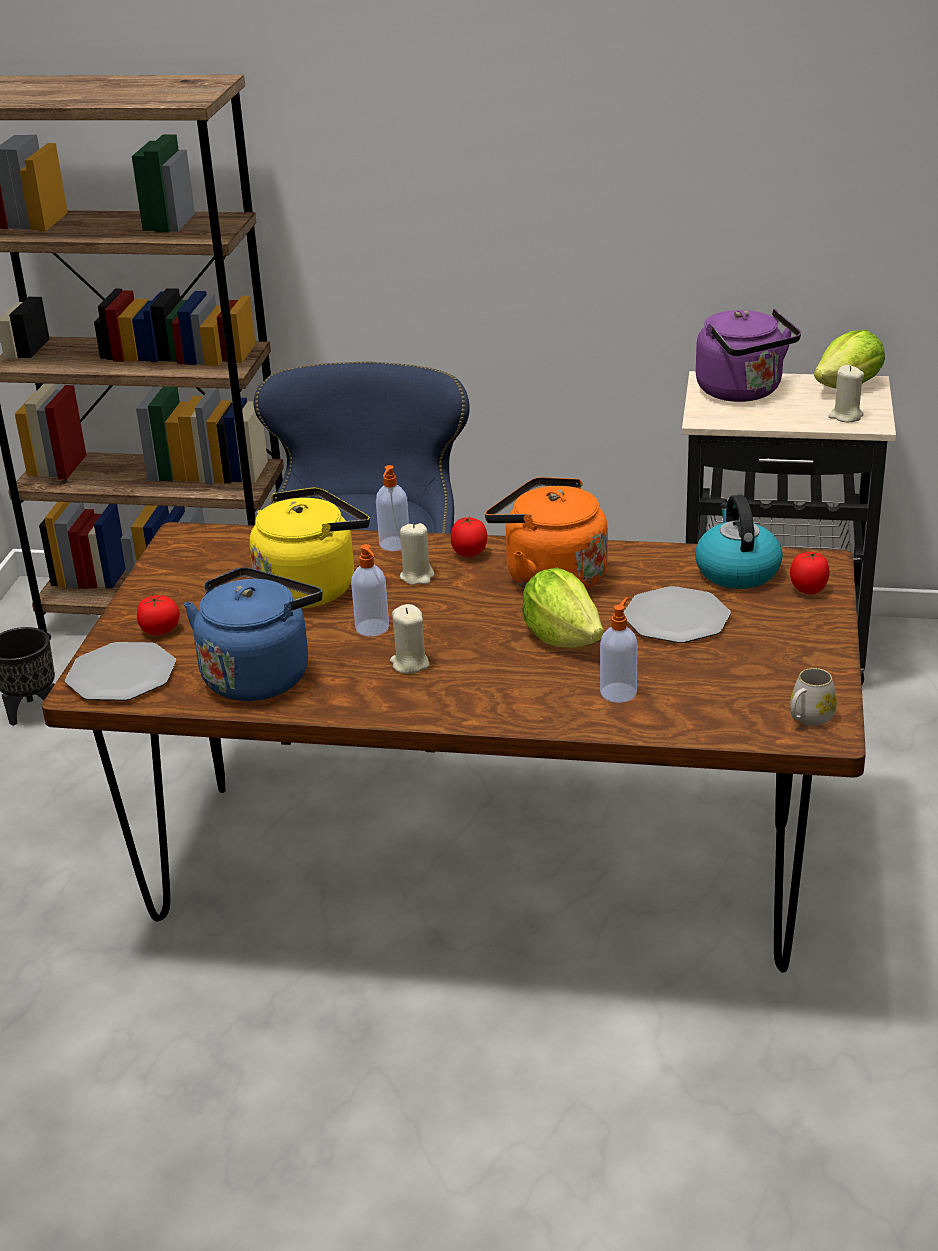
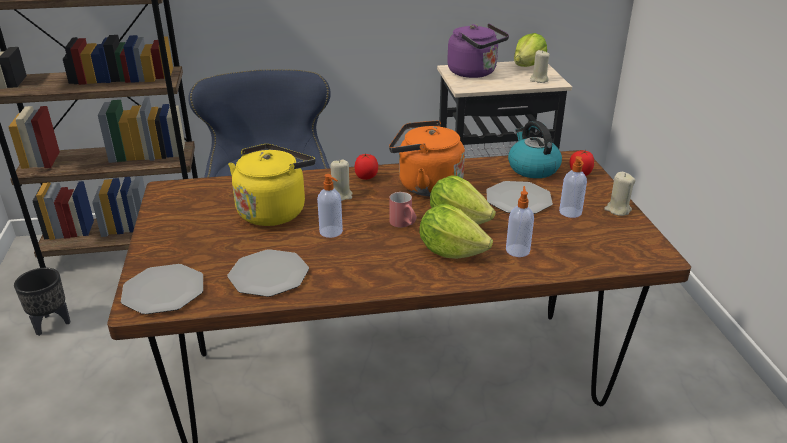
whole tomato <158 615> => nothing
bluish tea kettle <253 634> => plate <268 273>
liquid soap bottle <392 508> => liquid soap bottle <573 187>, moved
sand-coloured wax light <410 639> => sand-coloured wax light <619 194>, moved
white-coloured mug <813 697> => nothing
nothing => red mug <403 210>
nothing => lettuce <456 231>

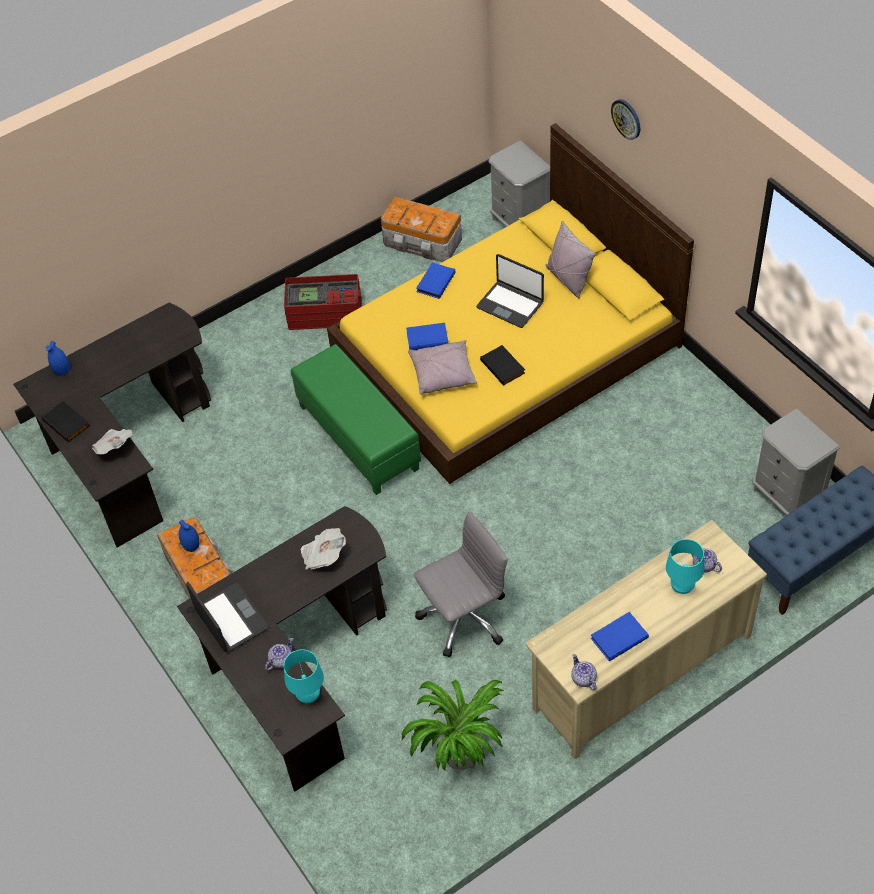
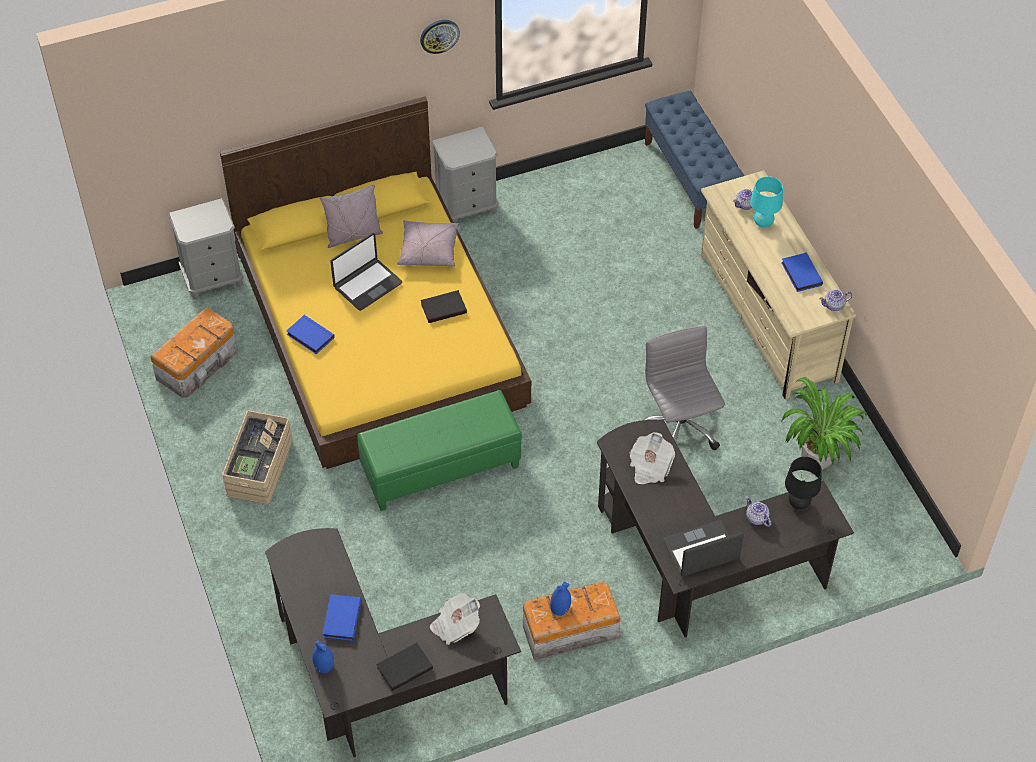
red storage bin <323 302> => sand-coloured storage bin <257 458>
turquoise lamp for a table <304 676> => black-coloured lamp for a table <803 483>
bluish book <427 336> => bluish book <341 617>, moved
purple pillow <442 367> => purple pillow <428 243>, moved
clock on the wall <625 119> => clock on the wall <440 37>, moved
grey night table <796 462> => grey night table <465 175>, moved

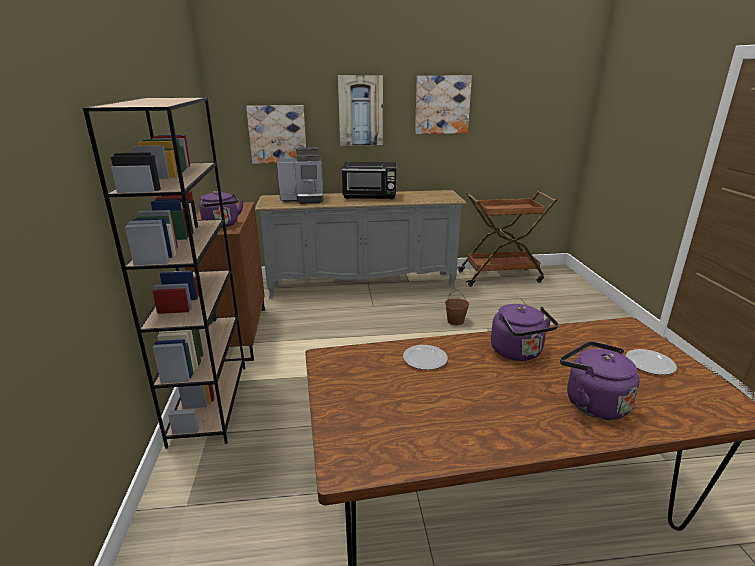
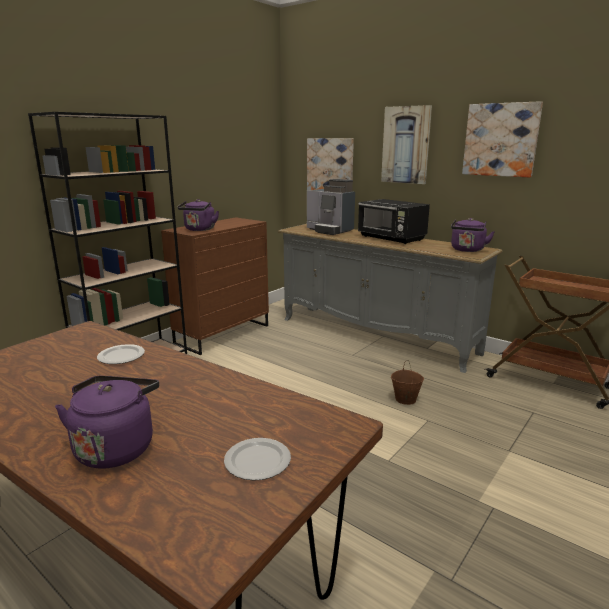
purple tea kettle <525 332> => purple tea kettle <472 235>, moved

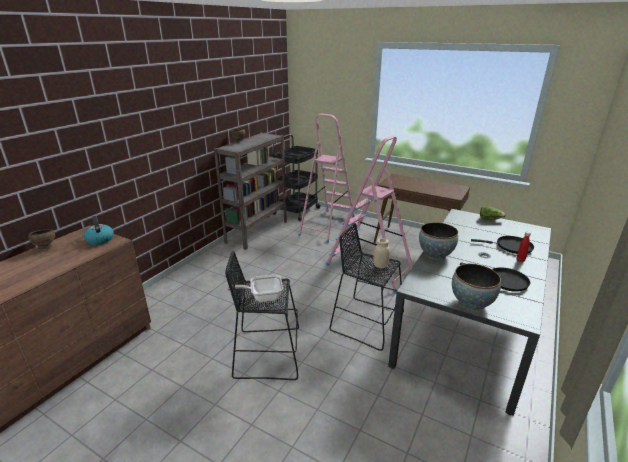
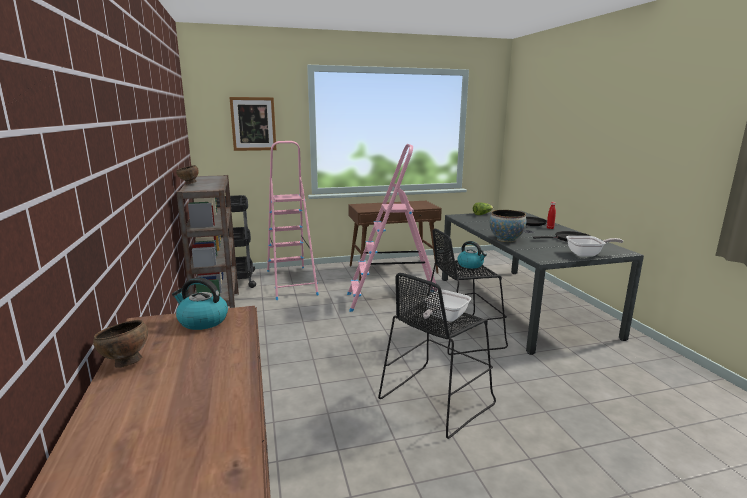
sand-coloured preserve jar <381 253> => tea kettle <472 255>
deep dish <476 287> => pan <594 246>
nothing => wall art <252 124>

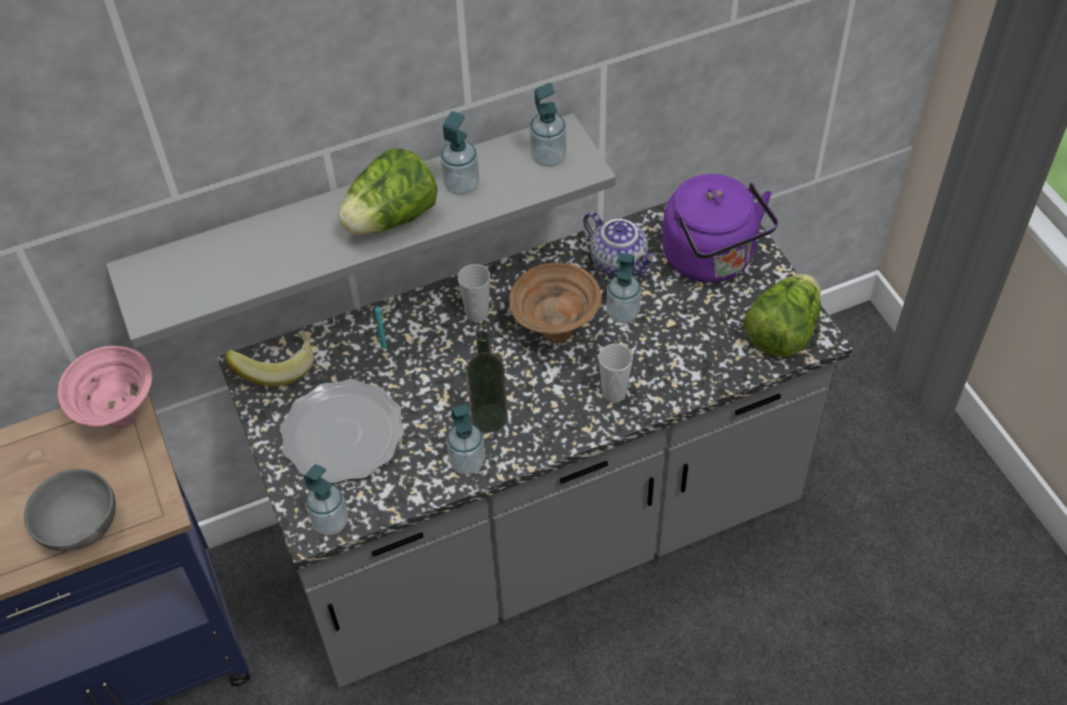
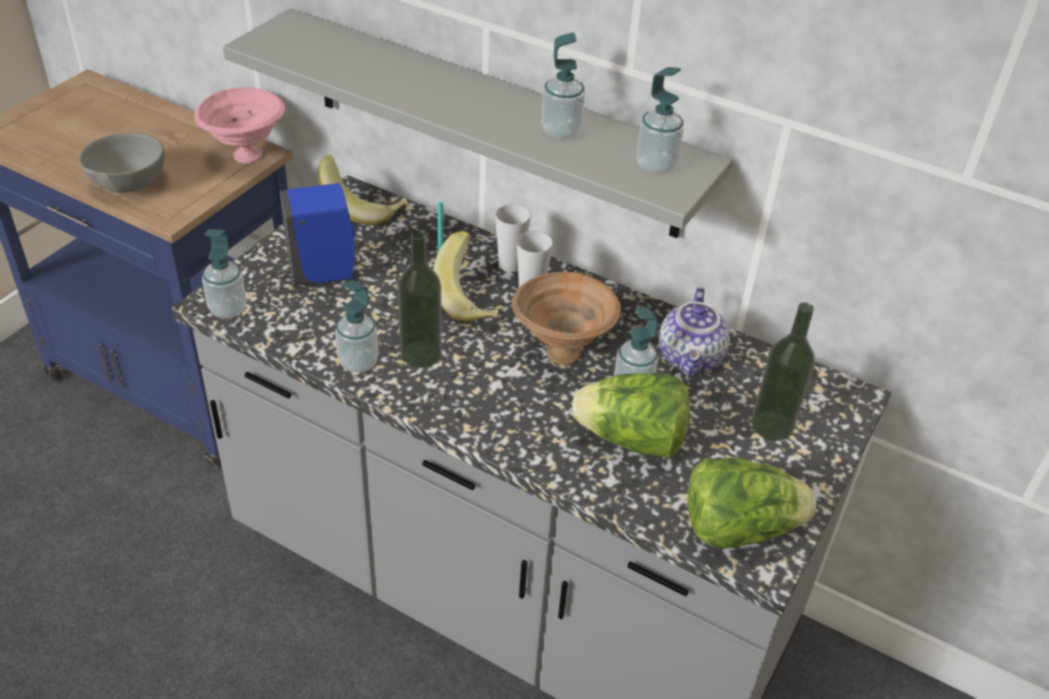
plate <342 431> => bluish liquid soap bottle <318 234>
lettuce <388 191> => lettuce <631 415>, moved
small cup <616 373> => small cup <513 238>, moved
purple tea kettle <720 228> => drink bottle <783 371>
nothing => banana fruit <465 276>

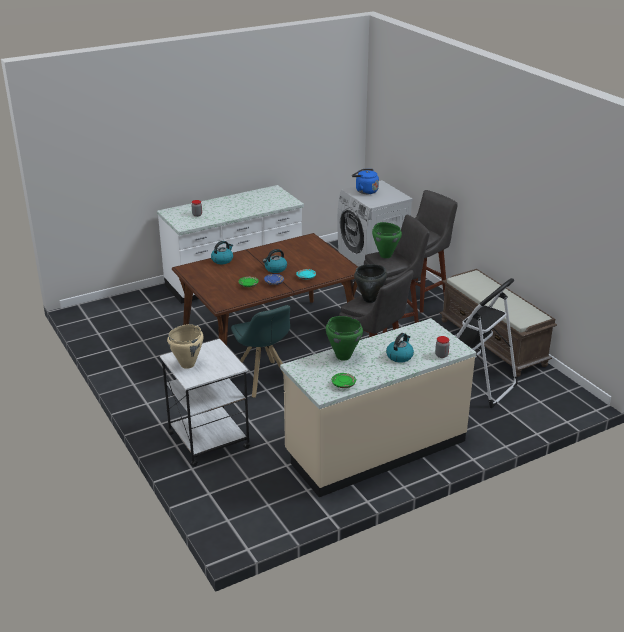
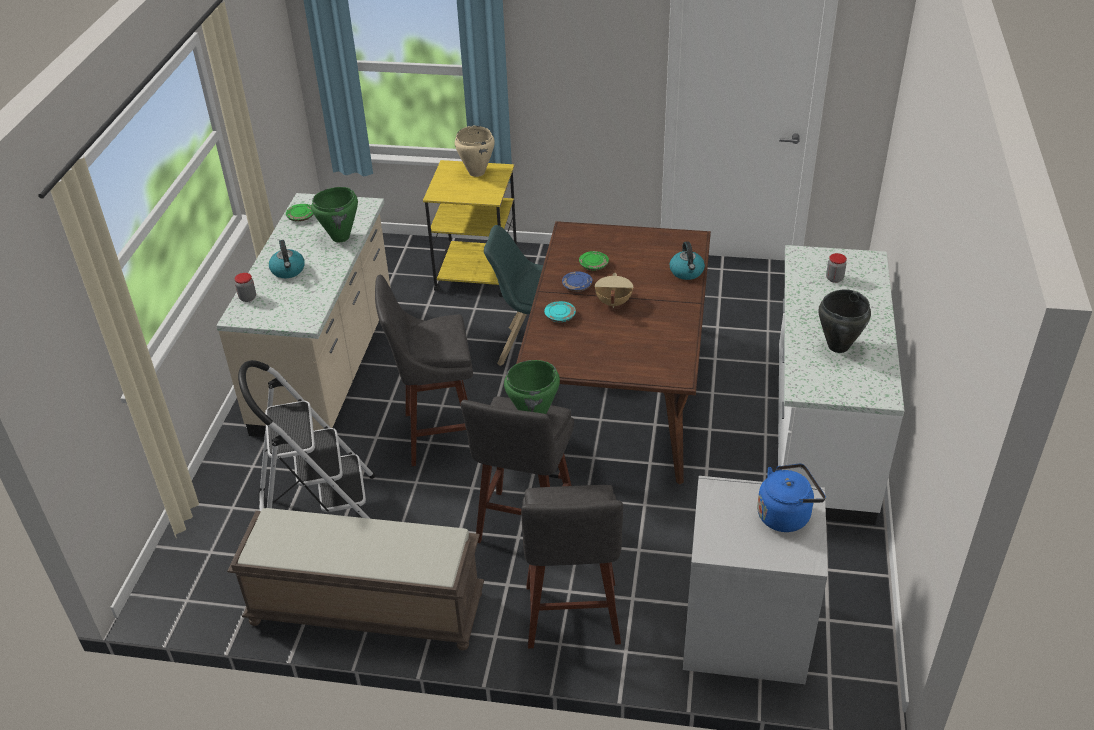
white-coloured cart <205 402> => yellowish cart <470 228>
tea kettle <275 261> => sand-coloured cooking pot <614 290>
black-coloured cooking pot <370 283> => black-coloured cooking pot <844 321>, moved

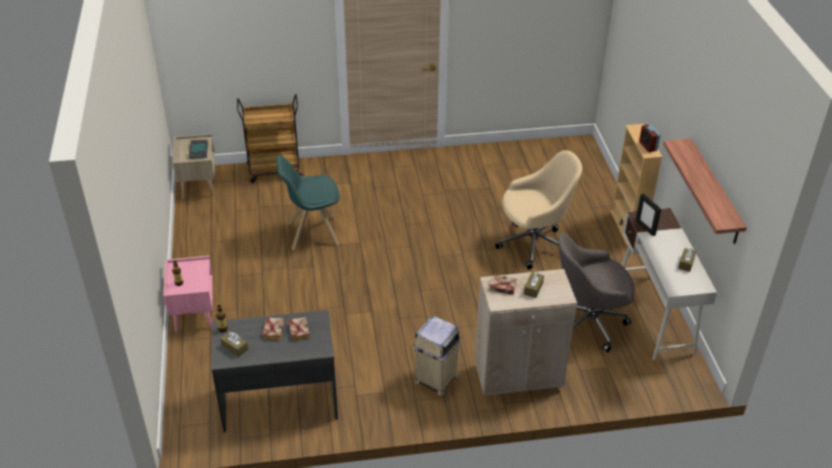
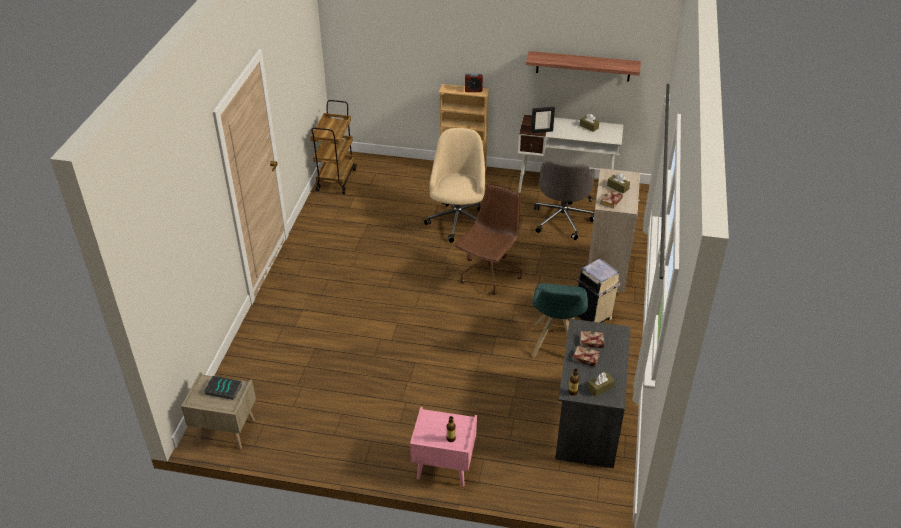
brown cart <270 138> => brown cart <333 147>, moved
turquoise chair <308 202> => turquoise chair <559 320>, moved
nothing => brown desk chair <488 239>

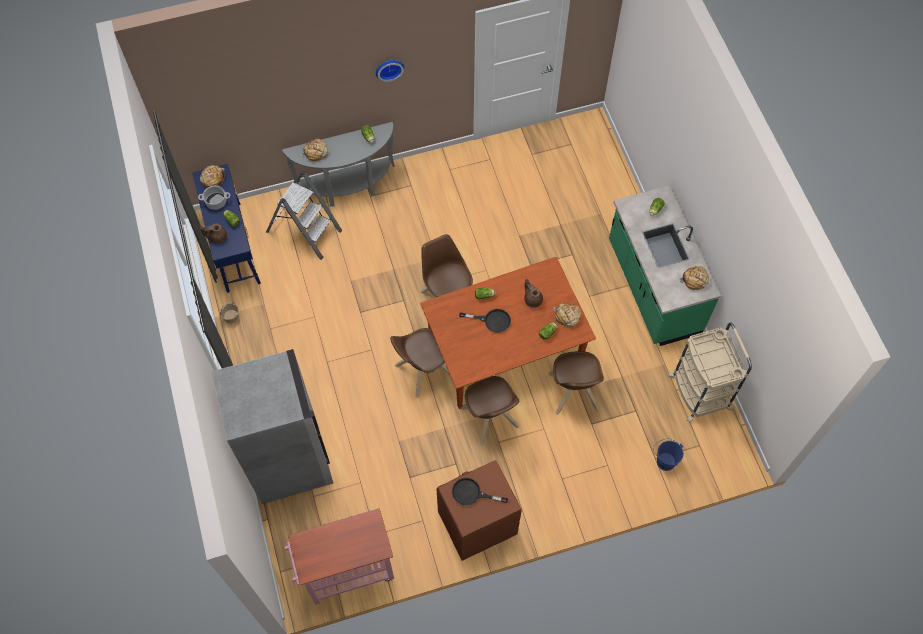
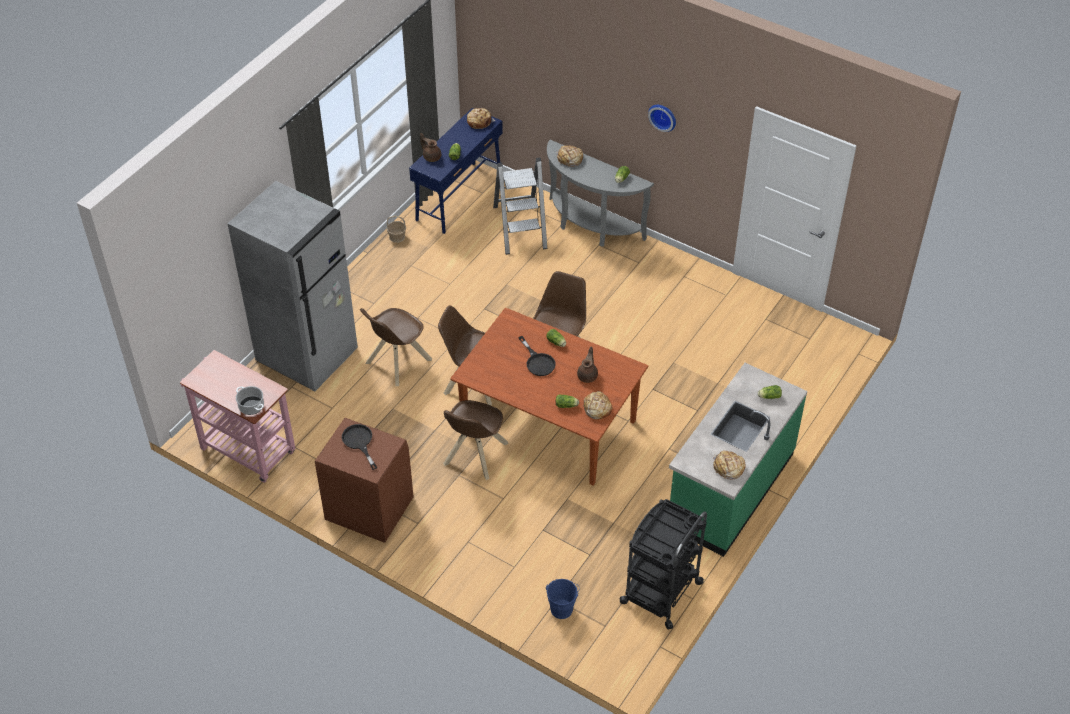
cooking pot <214 198> => cooking pot <250 400>, moved
brown chair <576 383> => brown chair <396 347>, moved
sand-coloured cart <710 372> => black-coloured cart <663 564>

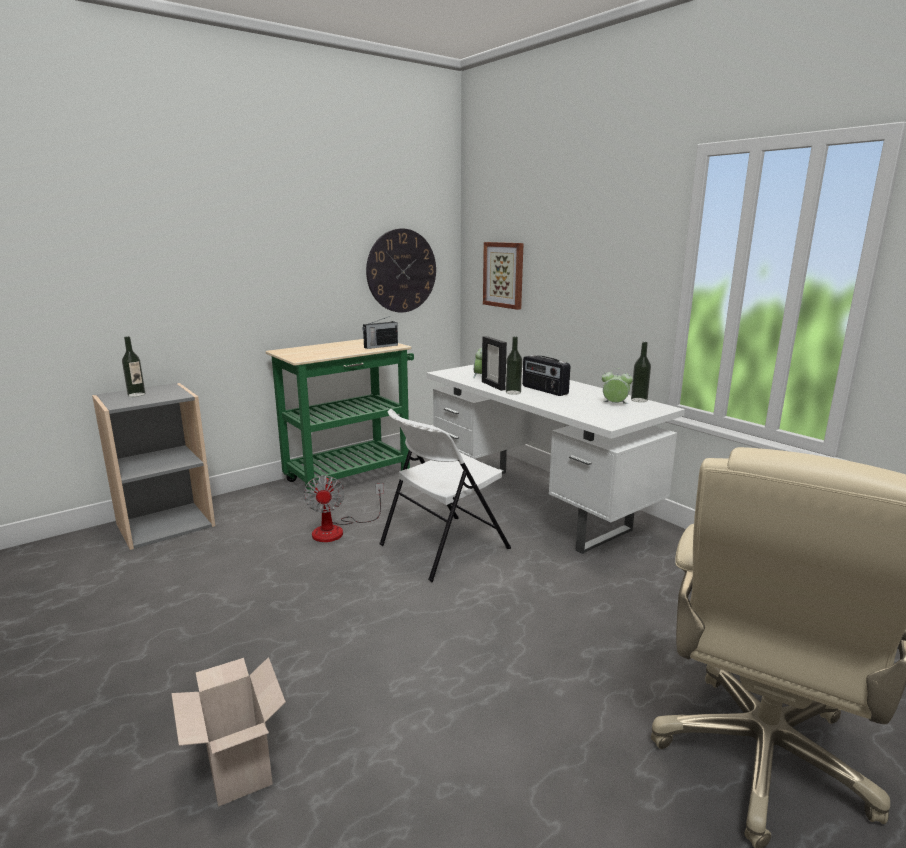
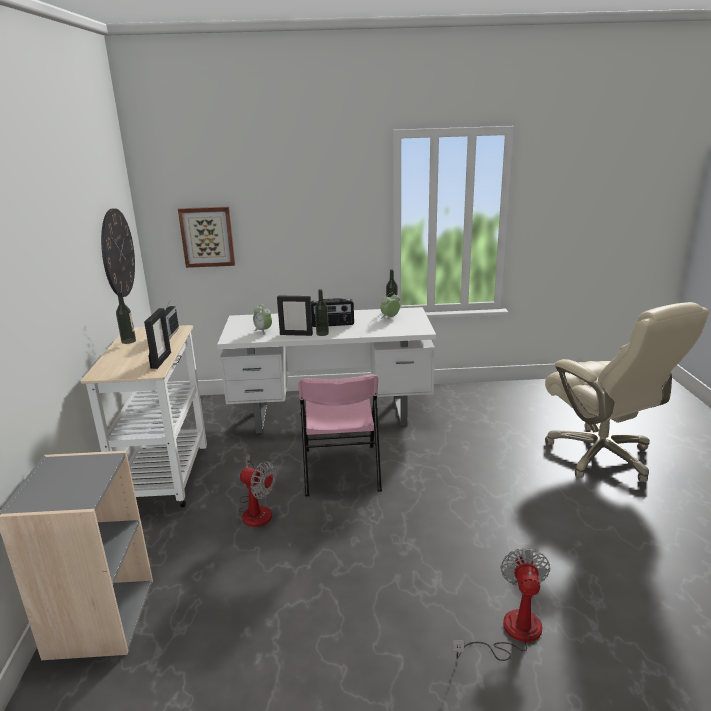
drink bottle <133 366> => drink bottle <126 318>, moved
cardboard box <228 732> => electric fan <501 604>
greenish cart <340 416> => white-coloured cart <144 416>
white-coloured chair <445 495> => pinkish chair <340 435>
nothing => photo frame <157 338>

